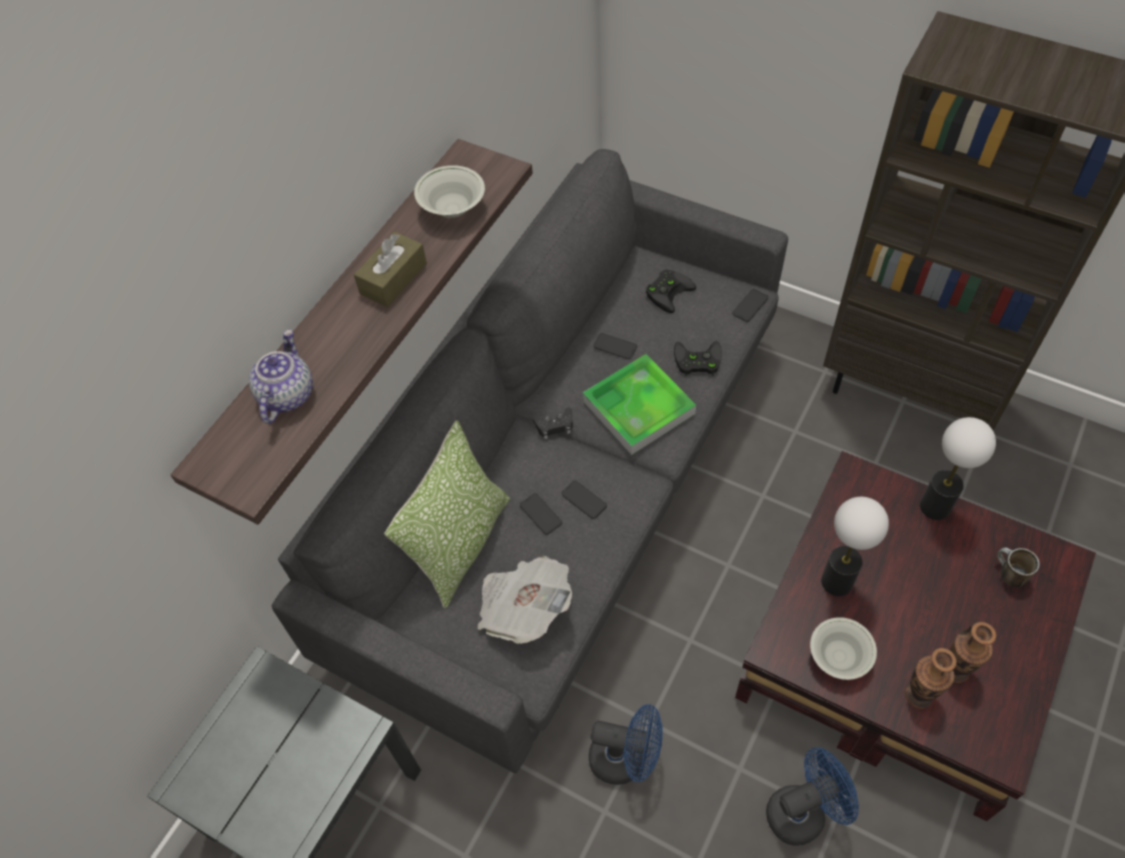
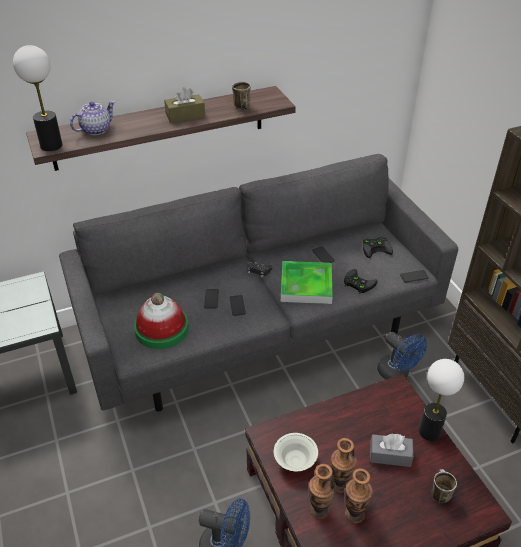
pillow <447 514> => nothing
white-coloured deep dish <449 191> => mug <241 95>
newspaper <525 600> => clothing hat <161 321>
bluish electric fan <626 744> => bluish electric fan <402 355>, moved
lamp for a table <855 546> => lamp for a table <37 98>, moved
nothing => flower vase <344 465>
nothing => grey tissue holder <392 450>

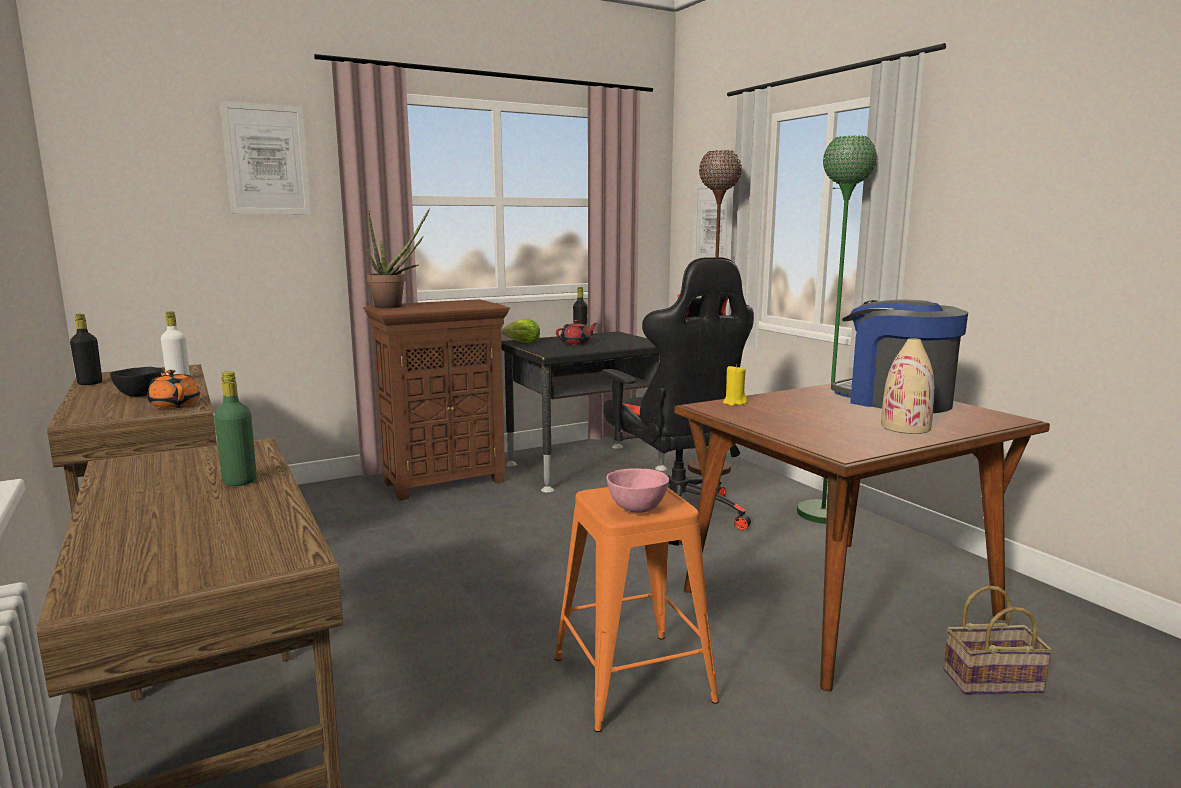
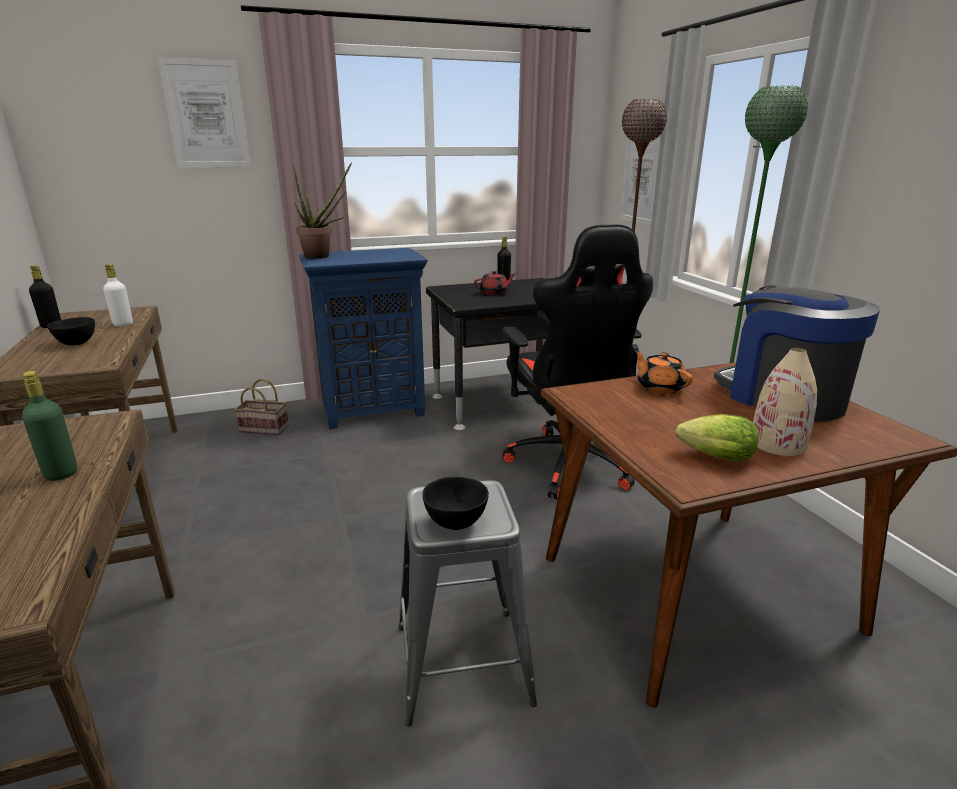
orange-coloured pot for tea <173 389> => orange-coloured pot for tea <663 371>, moved
brown cupboard <436 400> => bluish cupboard <363 338>
lettuce <521 331> => lettuce <717 437>, moved
orange-coloured sitting stool <637 609> => grey sitting stool <467 603>
pinkish deep dish <637 490> => black-coloured deep dish <455 503>
yellowish wax light <735 385> => nothing
basket <998 640> => basket <261 407>, moved

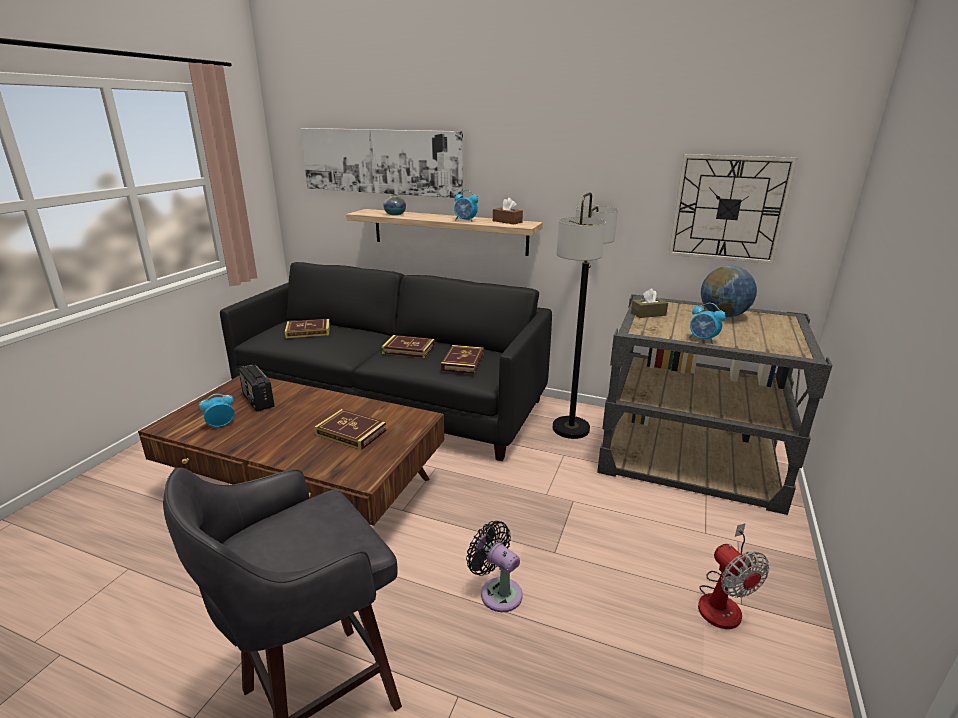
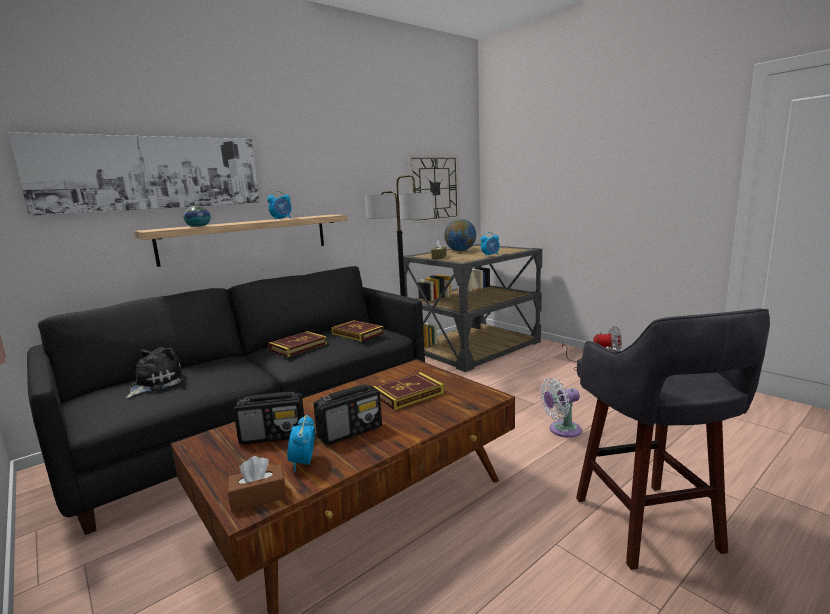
book <307 328> => cuddly toy <156 372>
black-coloured electric fan <494 566> => white-coloured electric fan <561 408>
brown tissue holder <508 211> => brown tissue holder <257 484>, moved
nothing => radio <347 414>

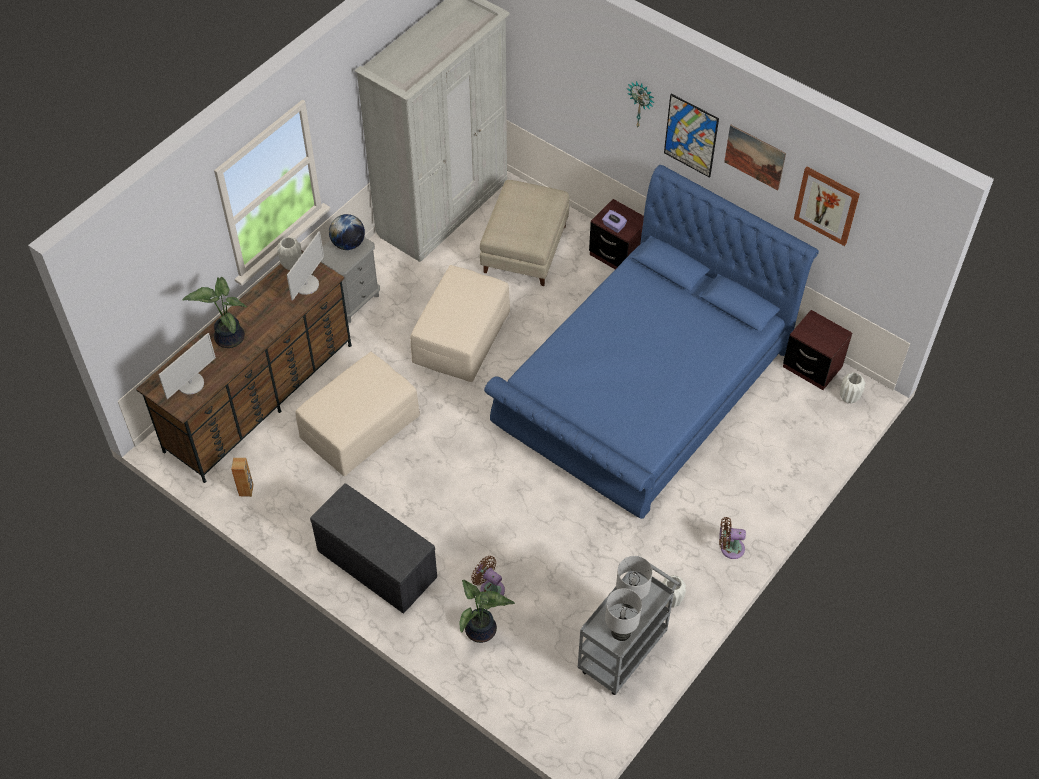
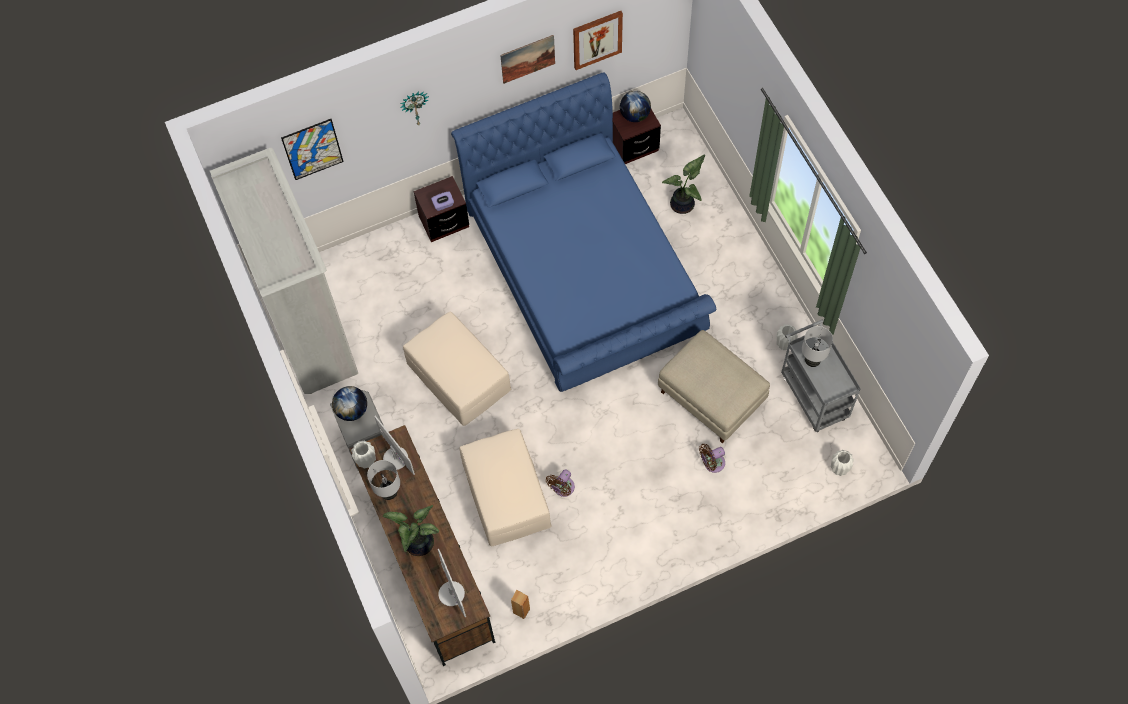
grey bench <373 548> => nothing
plant in a pot <487 611> => plant in a pot <683 184>, moved
sand-coloured pouffe <524 233> => sand-coloured pouffe <714 386>, moved
grey lamp for a table <623 614> => grey lamp for a table <383 480>, moved
wall art <691 136> => wall art <312 149>, moved
brown electric fan <732 538> => brown electric fan <560 483>, moved
white-coloured flower vase <853 388> => white-coloured flower vase <842 463>, moved
nothing => world globe <635 106>

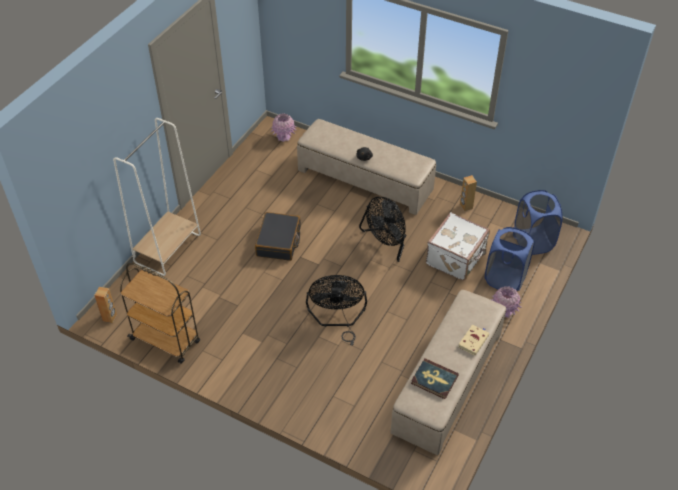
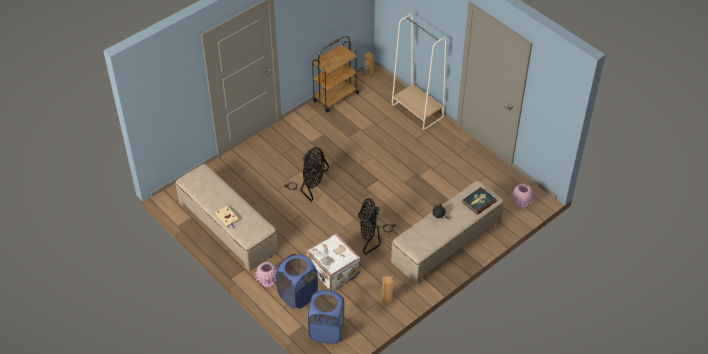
black-coloured suitcase <278 236> => nothing
black-coloured electric fan <383 229> => black-coloured electric fan <377 226>, 75 degrees counterclockwise
book <435 378> => book <479 201>, moved

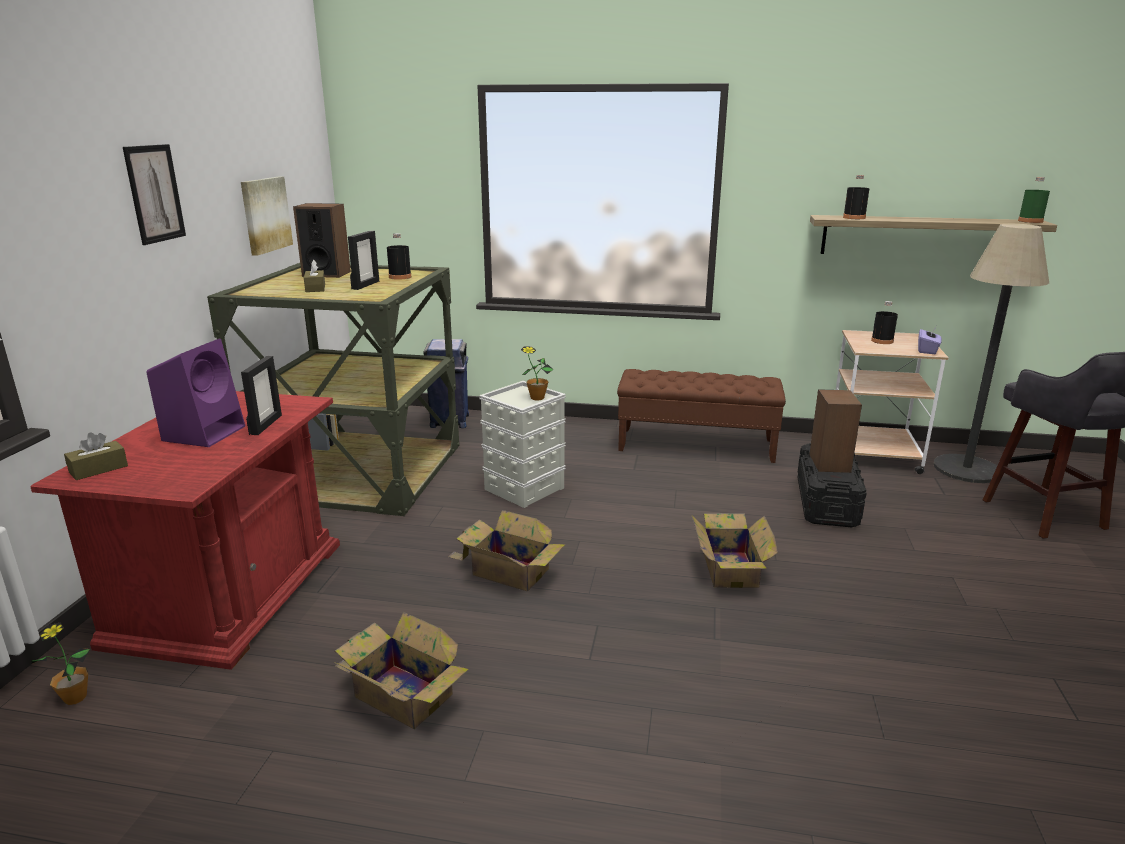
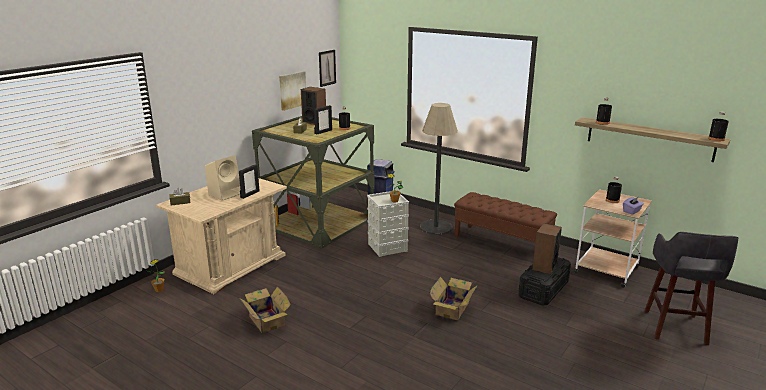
red cupboard <185 530> => sand-coloured cupboard <221 236>
wall art <154 194> => wall art <327 68>, moved
purple speaker <195 392> => sand-coloured speaker <222 178>
cardboard box <506 551> => nothing
standing lamp <991 353> => standing lamp <439 169>, moved
greenish drink bottle <1034 200> => black-coloured drink bottle <718 126>

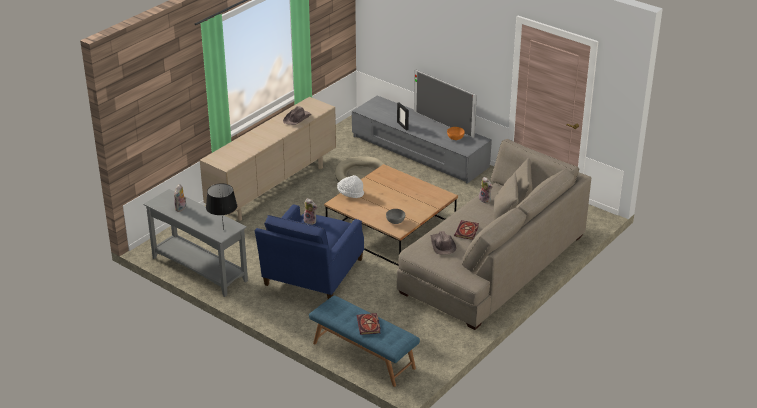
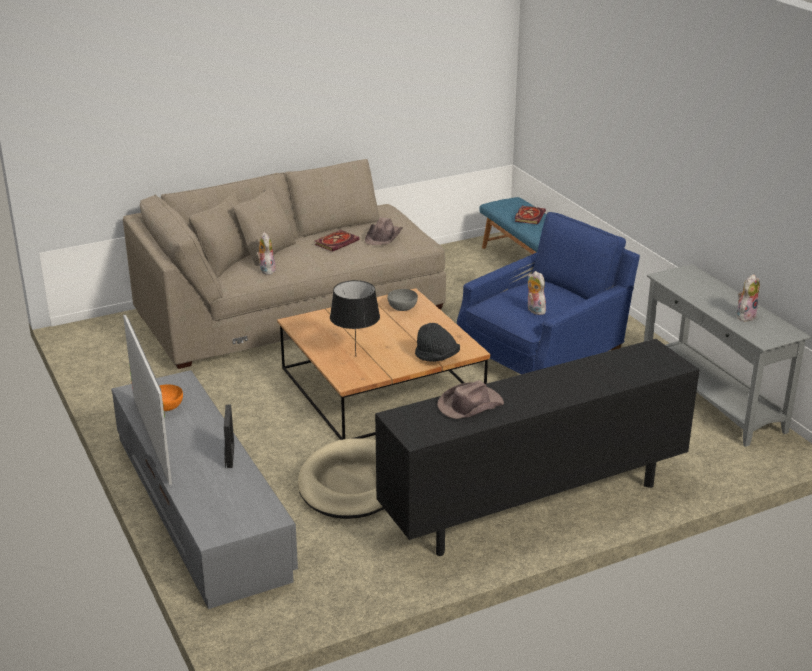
sand-coloured cupboard <268 159> => black-coloured cupboard <537 447>
black-coloured lamp for a table <221 206> => black-coloured lamp for a table <355 318>, moved
white-coloured clothing hat <350 186> => black-coloured clothing hat <437 342>

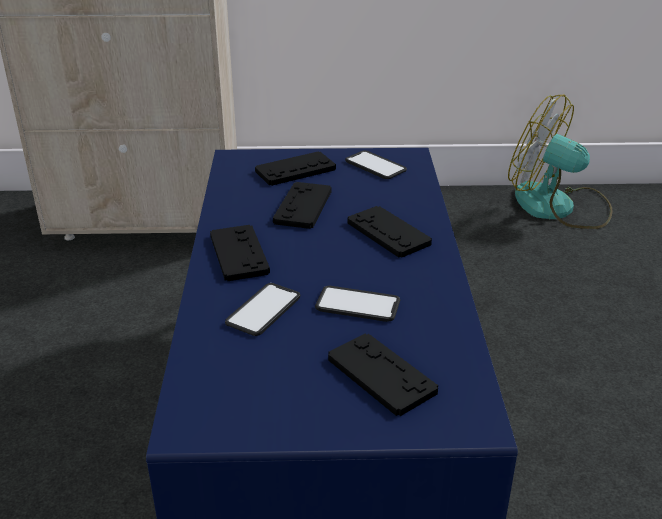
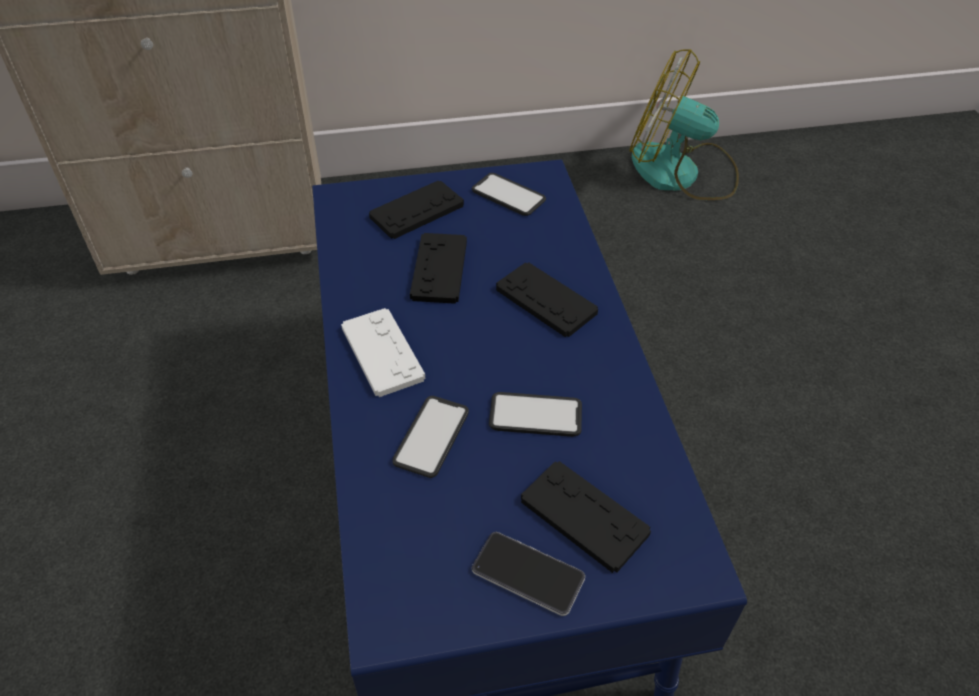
black-coloured joypad <240 253> => white-coloured joypad <383 352>
nothing => handset <528 574>

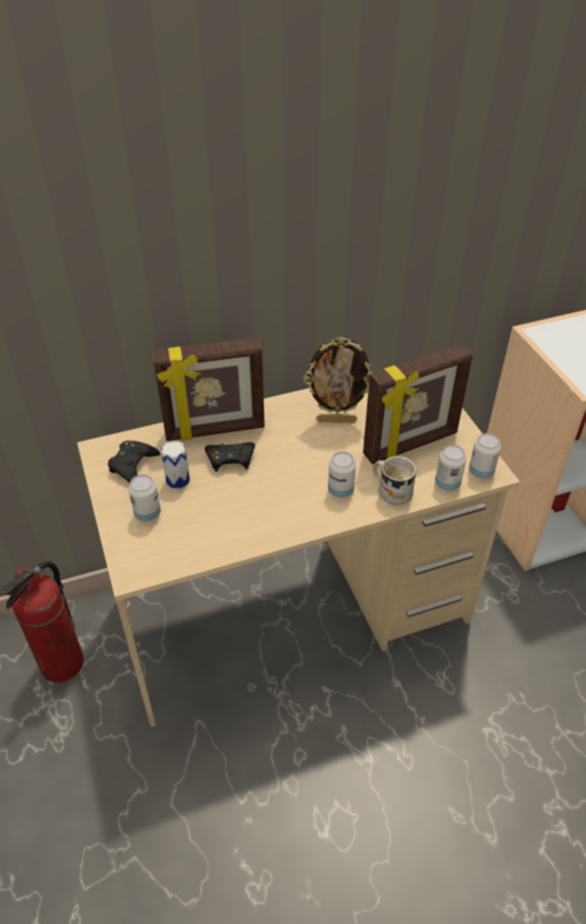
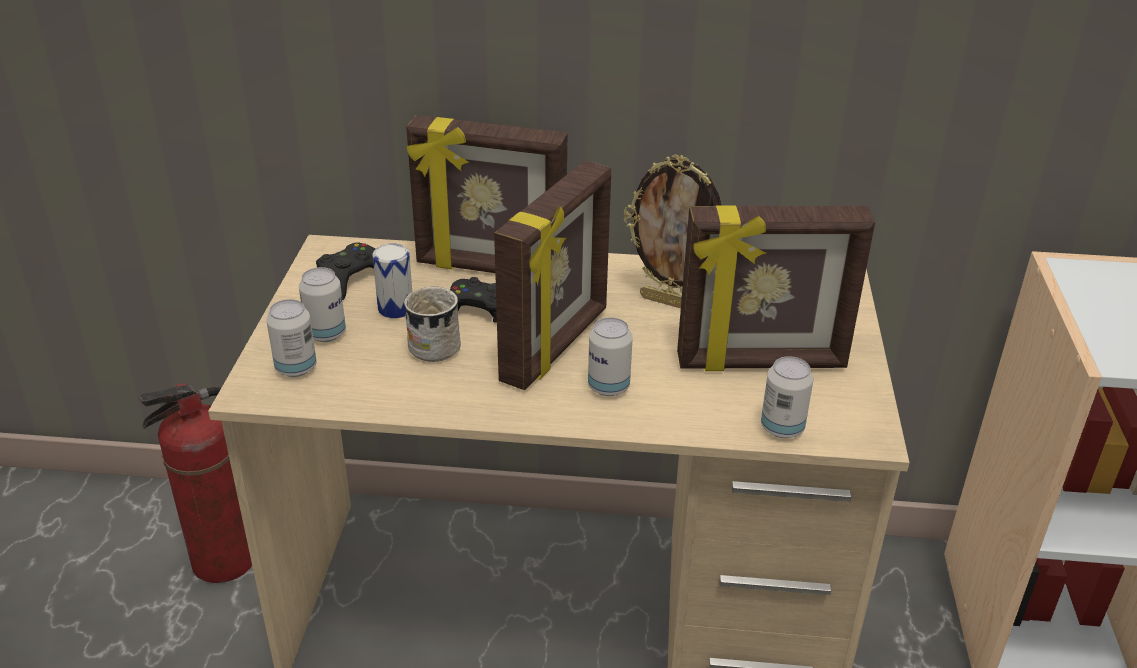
white-coloured mug <394 480> => white-coloured mug <432 324>, moved
can <485 456> => can <291 338>, moved
nothing => photo frame <552 275>

